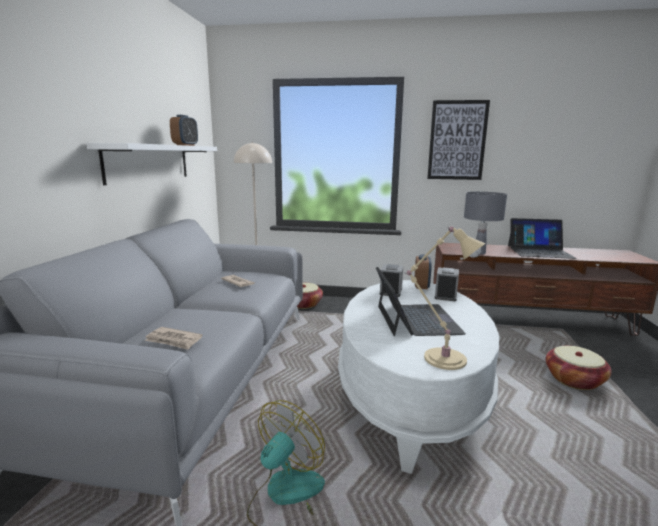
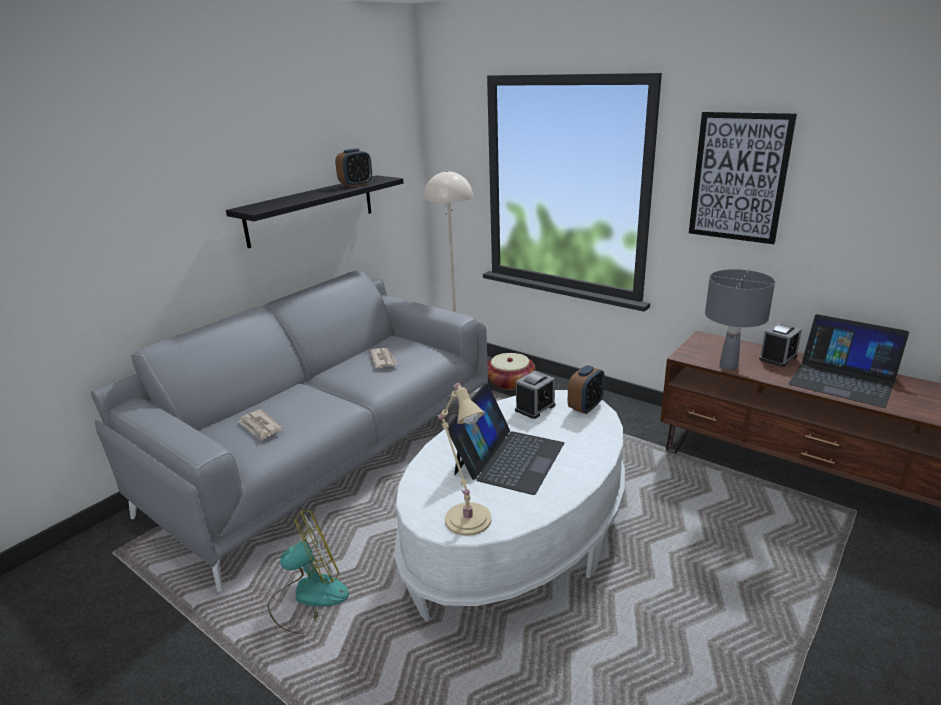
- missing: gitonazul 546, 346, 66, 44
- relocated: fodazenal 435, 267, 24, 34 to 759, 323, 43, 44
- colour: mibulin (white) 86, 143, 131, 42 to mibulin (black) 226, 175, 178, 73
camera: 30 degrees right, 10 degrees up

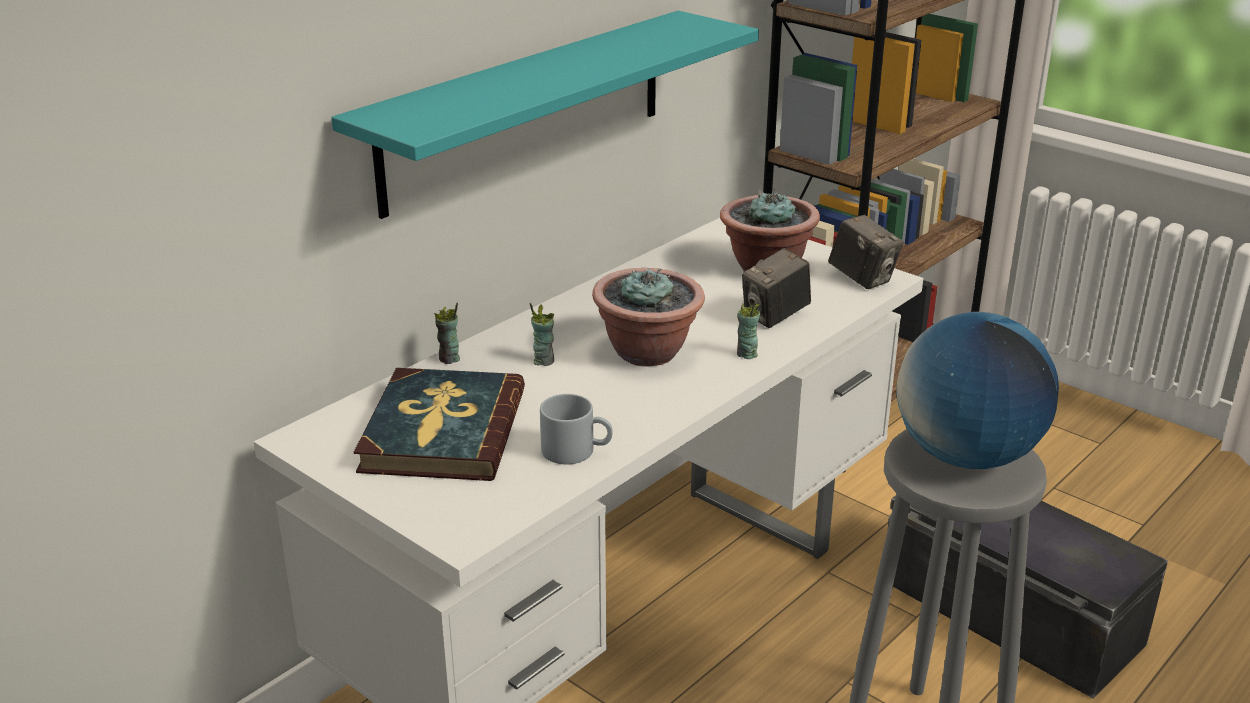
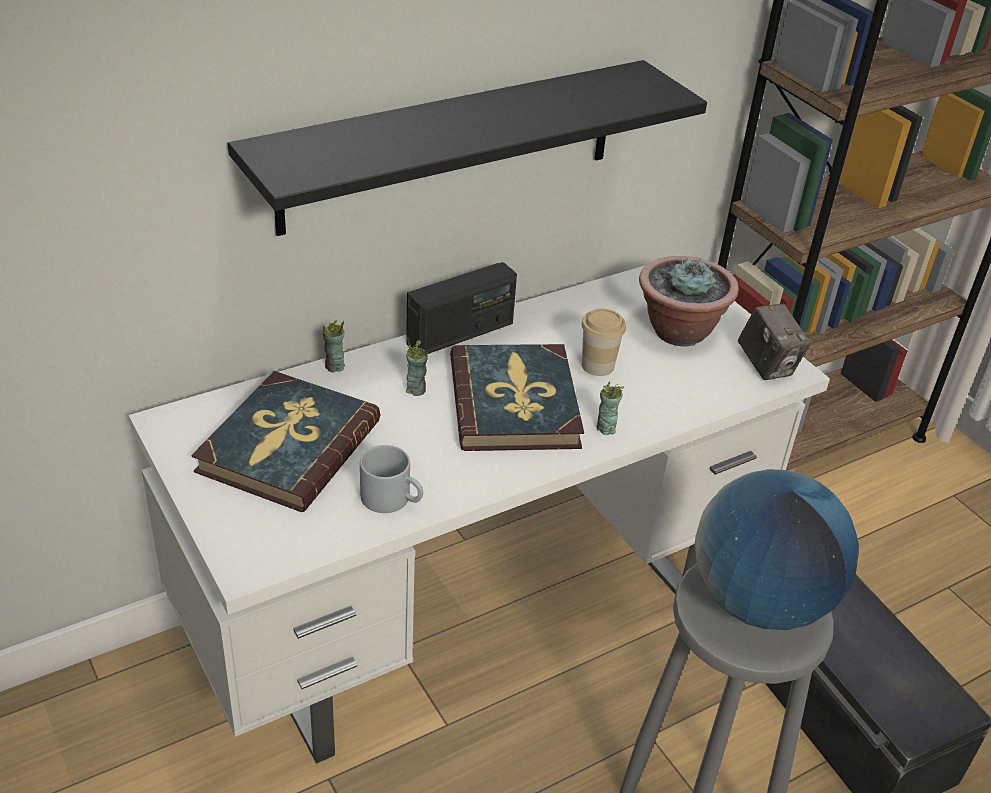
- missing: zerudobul 742, 248, 69, 80
- appeared: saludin 406, 262, 111, 92
- appeared: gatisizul 581, 308, 45, 68
- exchanged: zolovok 592, 268, 113, 99 to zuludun 450, 344, 134, 107
- colour: mibulin (turquoise) 331, 11, 428, 208 to mibulin (black) 228, 60, 479, 176
camera: 15 degrees right, 10 degrees up

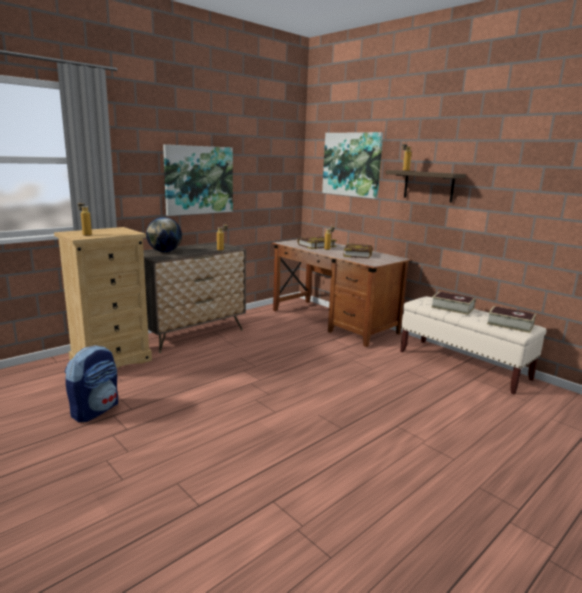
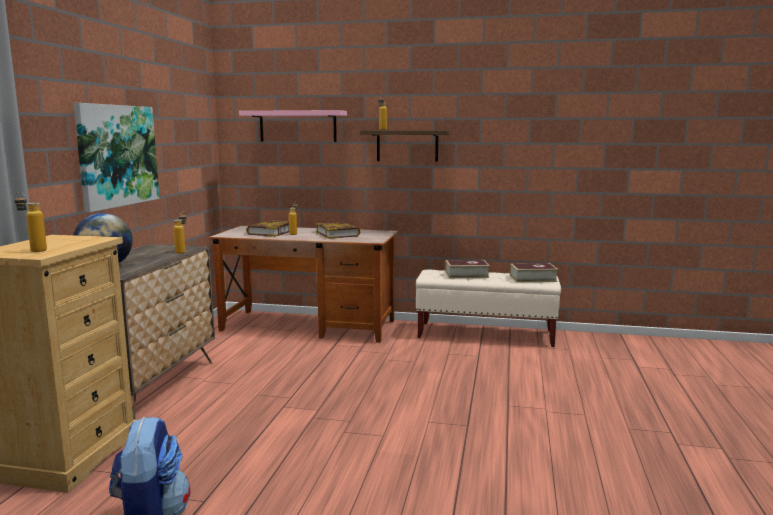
- exchanged: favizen 322, 132, 61, 67 to mibulin (pink) 239, 110, 108, 32
camera: 35 degrees left, 5 degrees down

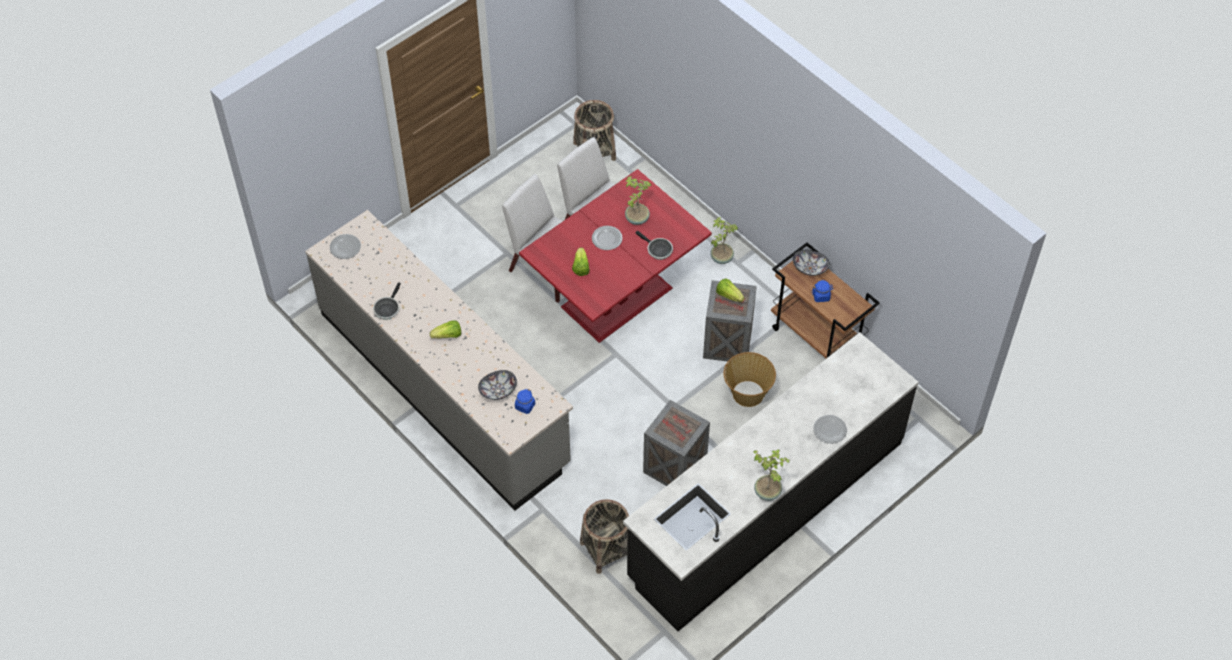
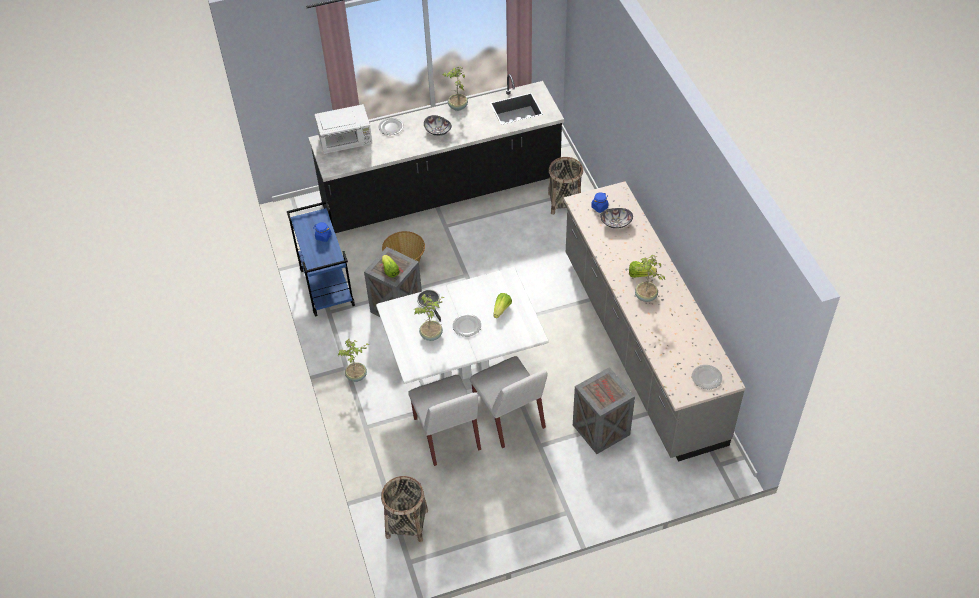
- missing: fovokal 373, 282, 28, 38
- appeared: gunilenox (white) 315, 104, 57, 50
- appeared: zolovok 634, 255, 31, 47
- relocated: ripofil 643, 400, 67, 86 to 573, 367, 62, 87
- relocated: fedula 793, 250, 37, 26 to 424, 115, 28, 21
- colour: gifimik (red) 519, 169, 193, 174 to gifimik (white) 376, 267, 173, 127
- colour: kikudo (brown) 771, 242, 109, 116 to kikudo (blue) 287, 201, 68, 116
camera: 155 degrees left, 5 degrees down

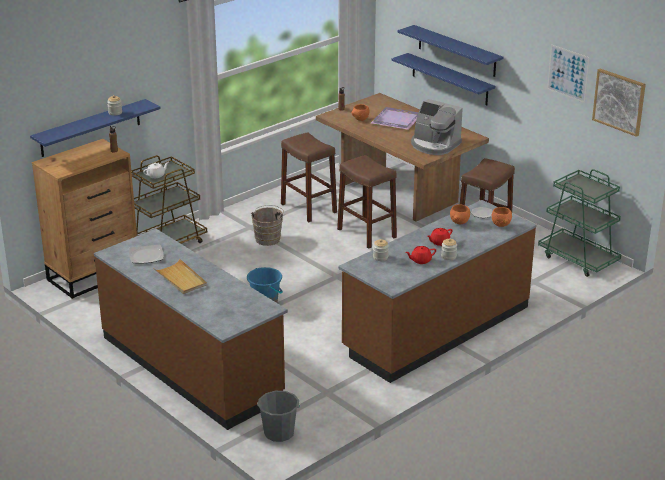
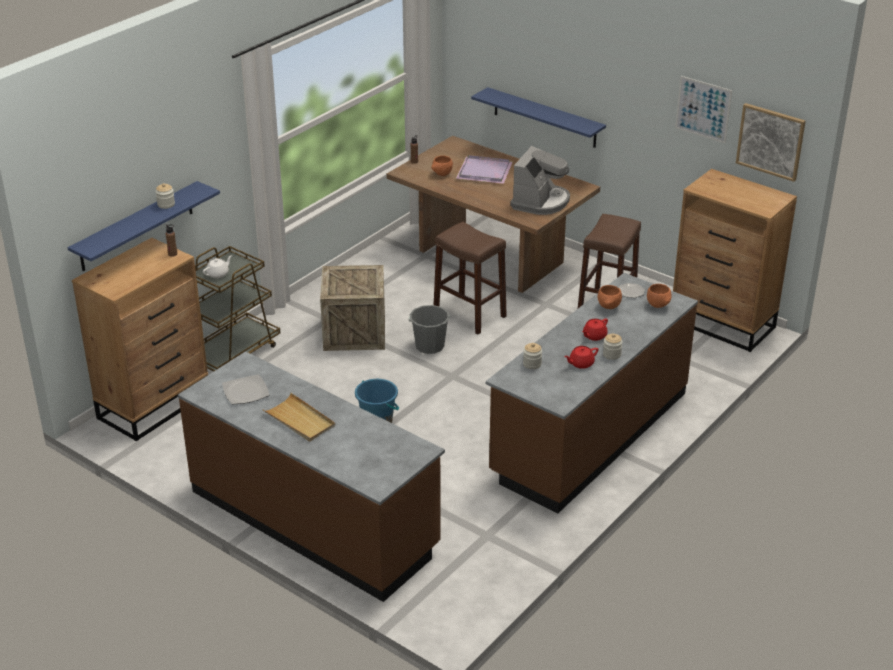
- missing: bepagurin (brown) 281, 133, 56, 89
- missing: mibulin (blue) 398, 25, 105, 52
- relocated: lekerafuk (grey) 257, 391, 43, 51 to 409, 305, 41, 49
- exchanged: lekerafuk (brown) 251, 205, 33, 41 to ripofil 320, 265, 65, 86
- exchanged: kikudo (green) 538, 169, 83, 108 to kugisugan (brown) 673, 169, 124, 183
- spun: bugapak 411, 99, 52, 56 = 510, 146, 60, 69 90 degrees counterclockwise
camera: 10 degrees left, 5 degrees up

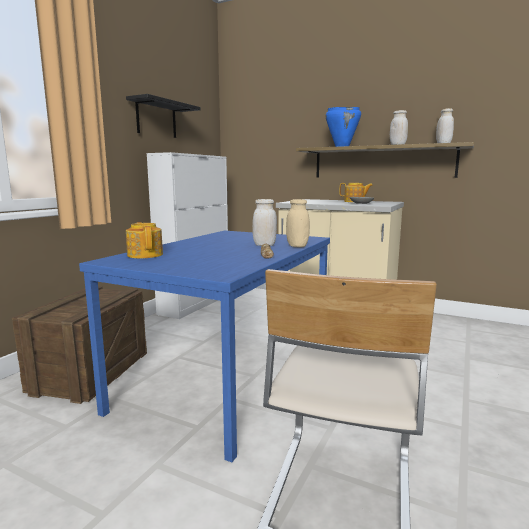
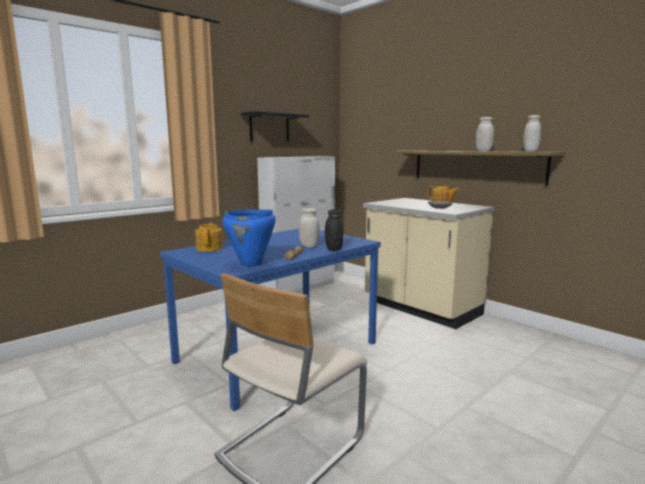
- missing: ripofil 12, 286, 135, 118
- relocated: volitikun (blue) 326, 107, 35, 40 to 222, 210, 54, 57
- colour: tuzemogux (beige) 286, 199, 24, 48 to tuzemogux (black) 325, 210, 18, 41
camera: 20 degrees right, 0 degrees up

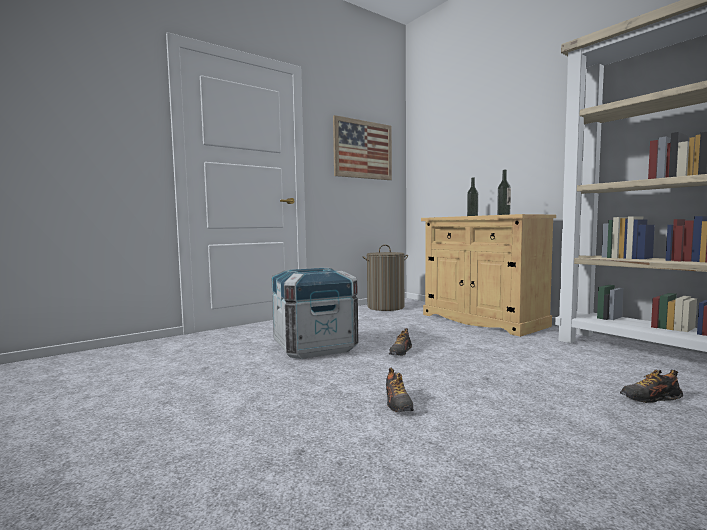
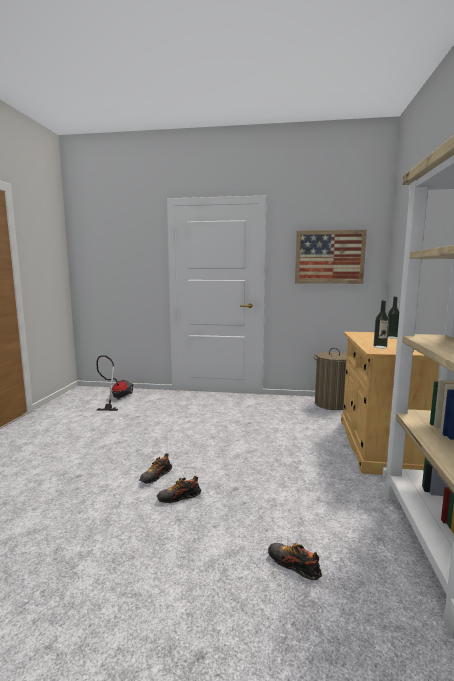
- missing: ripofil 272, 268, 86, 91
- appeared: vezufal 96, 355, 38, 56
- relocated: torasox 389, 328, 23, 28 to 157, 476, 44, 27
camera: 45 degrees right, 5 degrees up

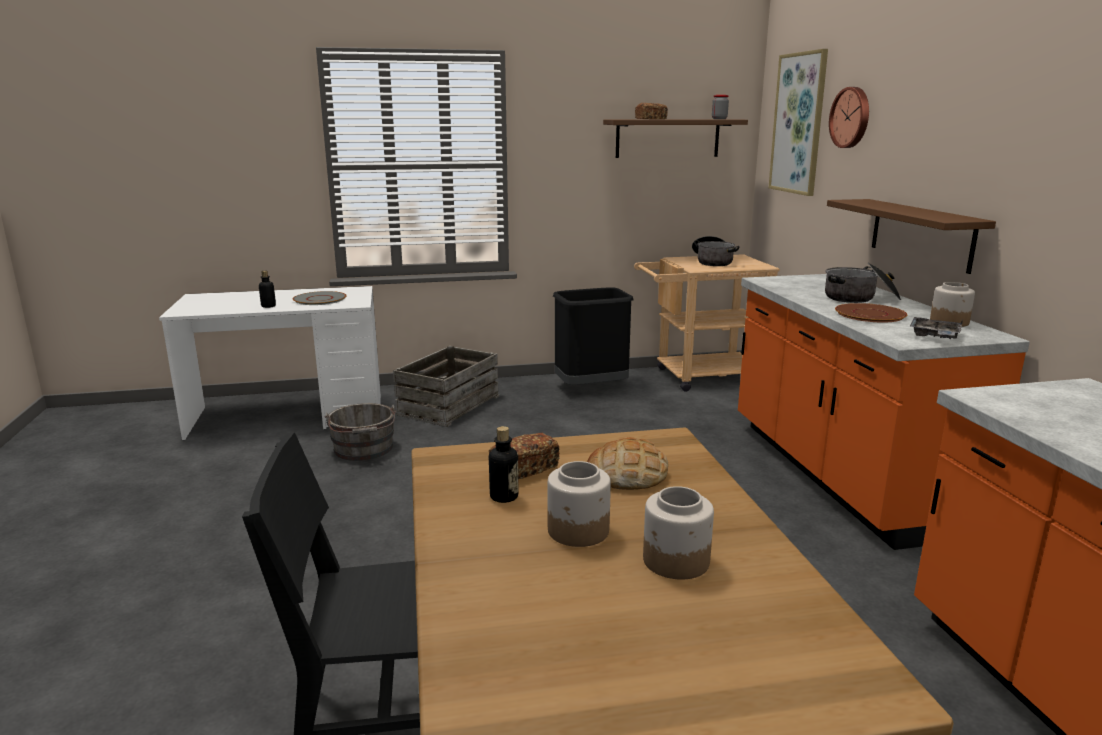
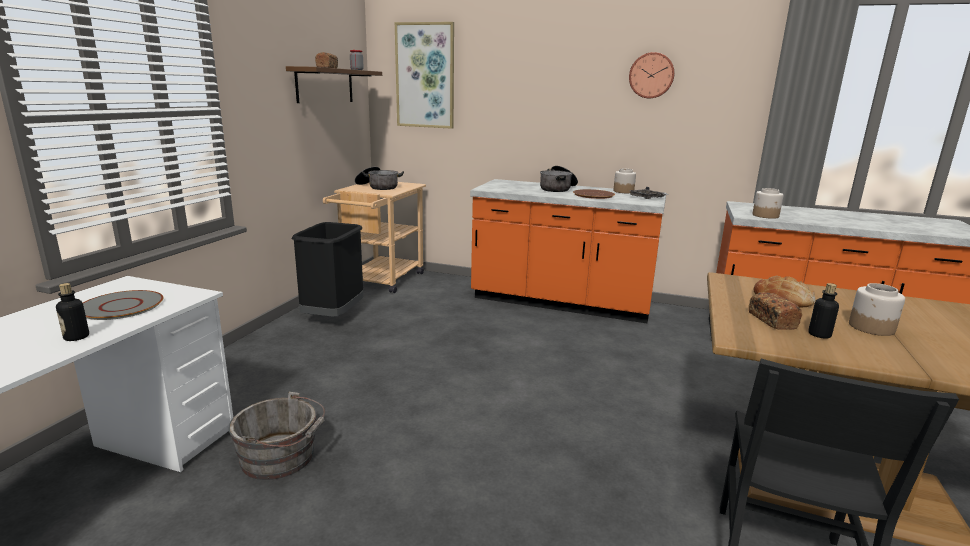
- missing: ripofil 393, 346, 106, 81
- missing: mibulin (brown) 827, 199, 169, 75
- relocated: tuzemogux 643, 486, 71, 94 to 752, 188, 32, 31
- relocated: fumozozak 829, 87, 40, 61 to 629, 52, 45, 46
camera: 60 degrees left, 0 degrees up

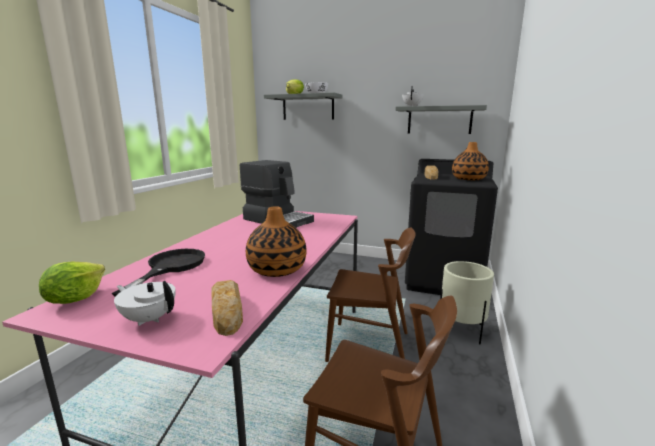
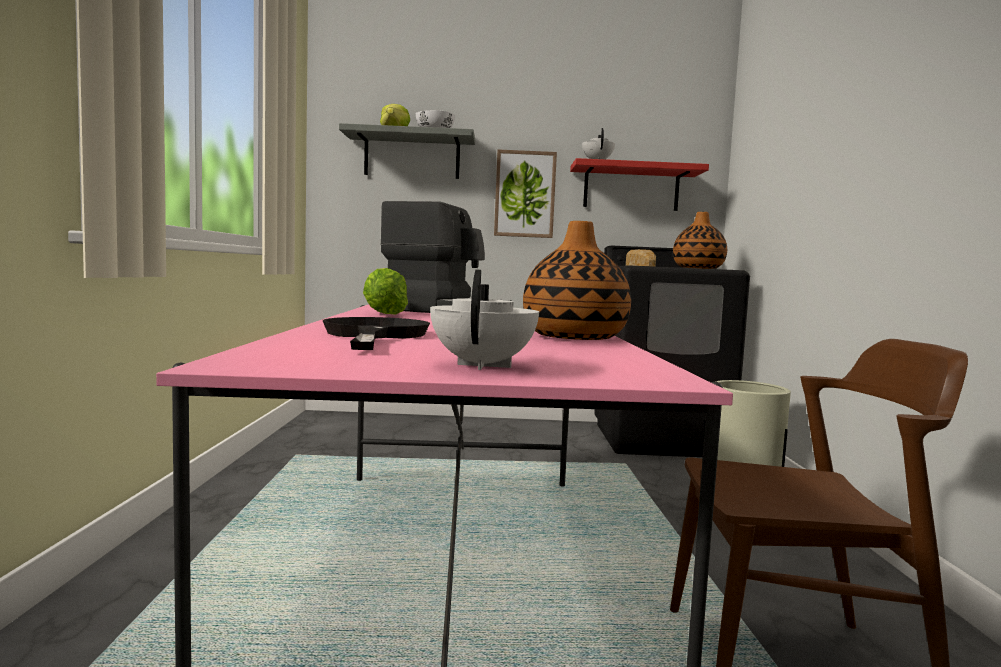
- missing: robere 211, 280, 32, 56
- missing: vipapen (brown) 325, 228, 91, 134
- appeared: favizen 494, 149, 63, 89
- relocated: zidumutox 39, 262, 66, 42 to 363, 268, 45, 47
- colour: mibulin (grey) 395, 105, 92, 29 to mibulin (red) 570, 158, 139, 53
- spun: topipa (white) 114, 281, 62, 45 = 430, 270, 109, 100 90 degrees clockwise
camera: 20 degrees left, 10 degrees down

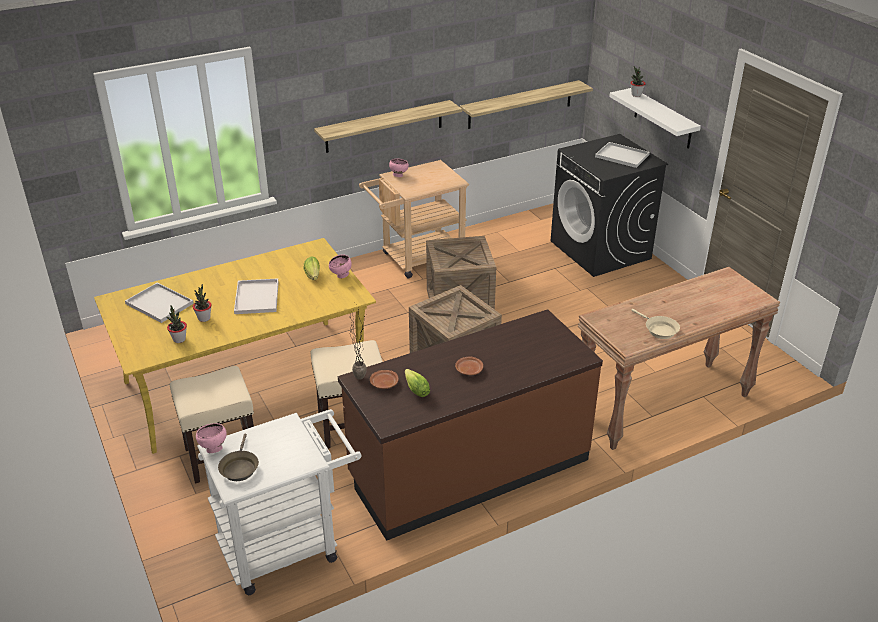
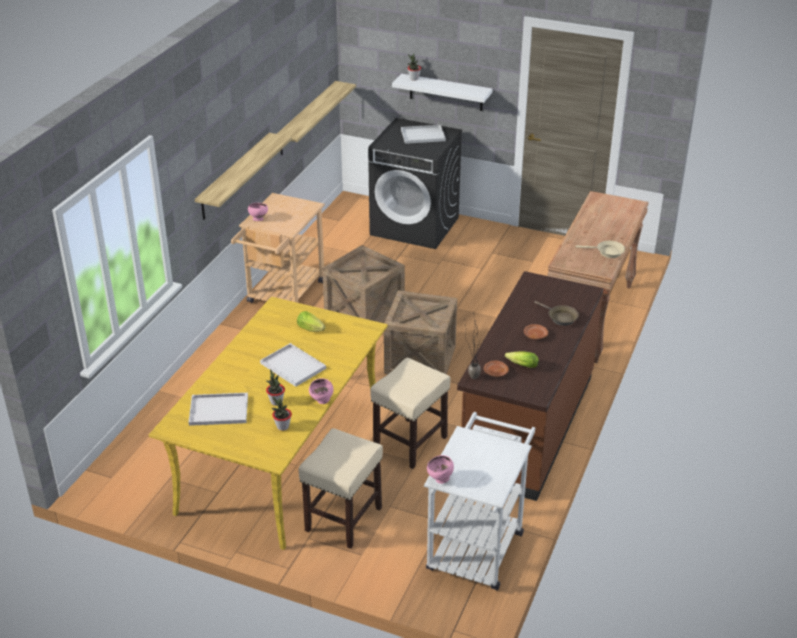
- relocated: fovokal (brown) 218, 433, 41, 48 to 534, 301, 45, 25
- relocated: fedula (pink) 329, 255, 23, 23 to 309, 378, 25, 26
camera: 40 degrees left, 0 degrees up

